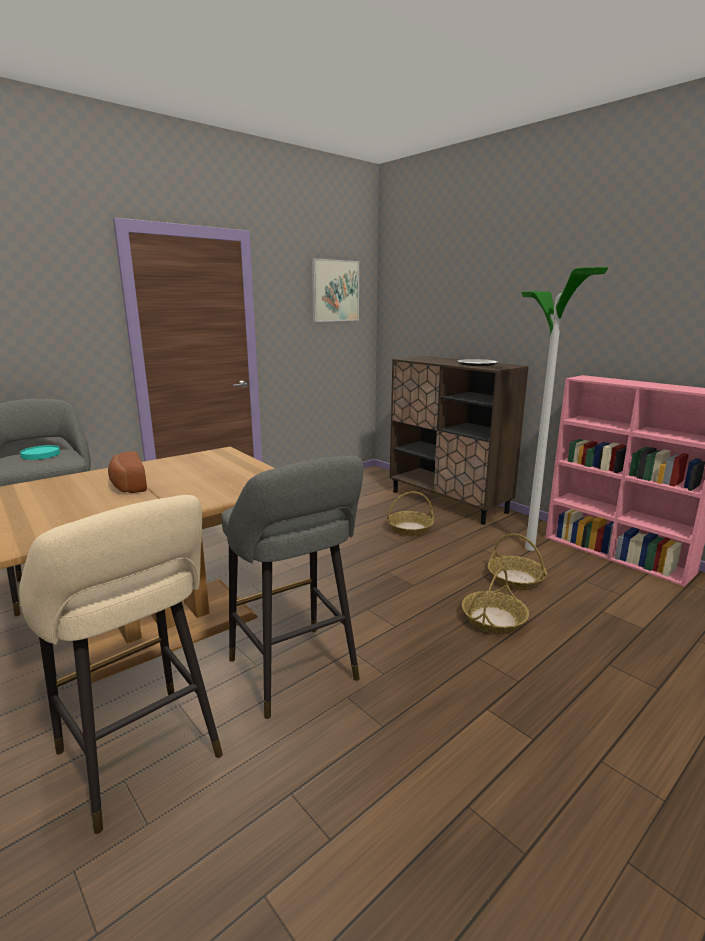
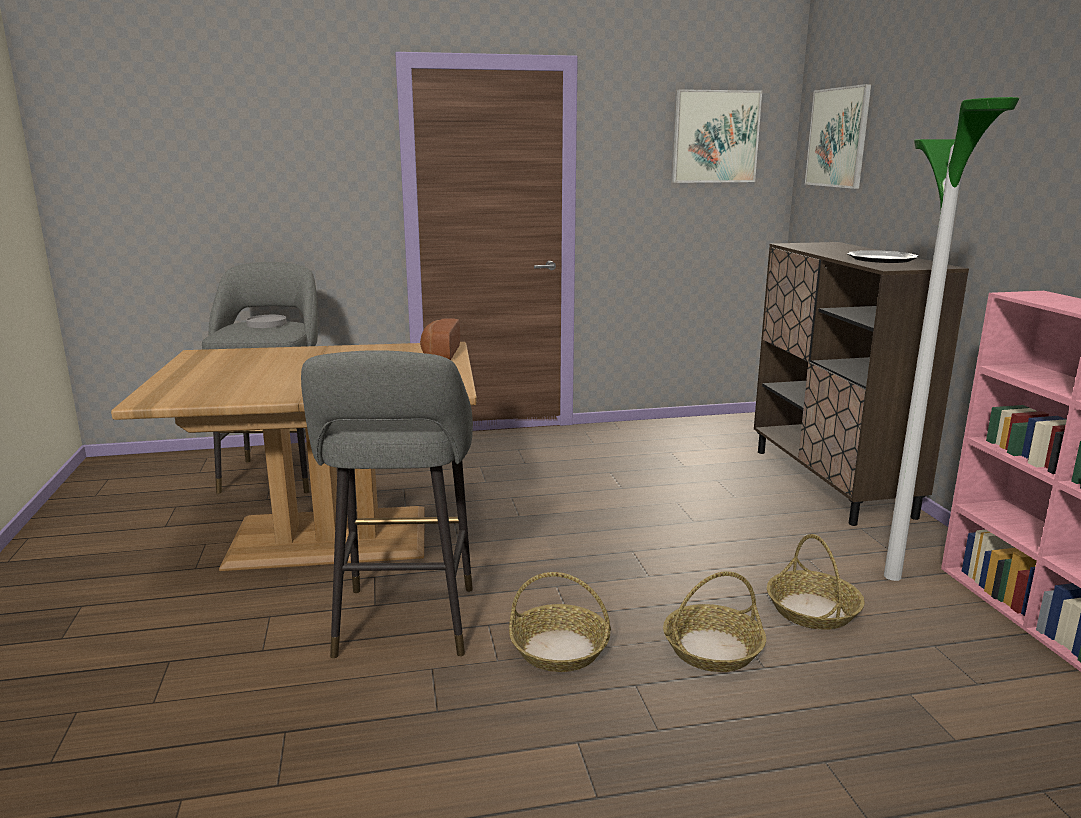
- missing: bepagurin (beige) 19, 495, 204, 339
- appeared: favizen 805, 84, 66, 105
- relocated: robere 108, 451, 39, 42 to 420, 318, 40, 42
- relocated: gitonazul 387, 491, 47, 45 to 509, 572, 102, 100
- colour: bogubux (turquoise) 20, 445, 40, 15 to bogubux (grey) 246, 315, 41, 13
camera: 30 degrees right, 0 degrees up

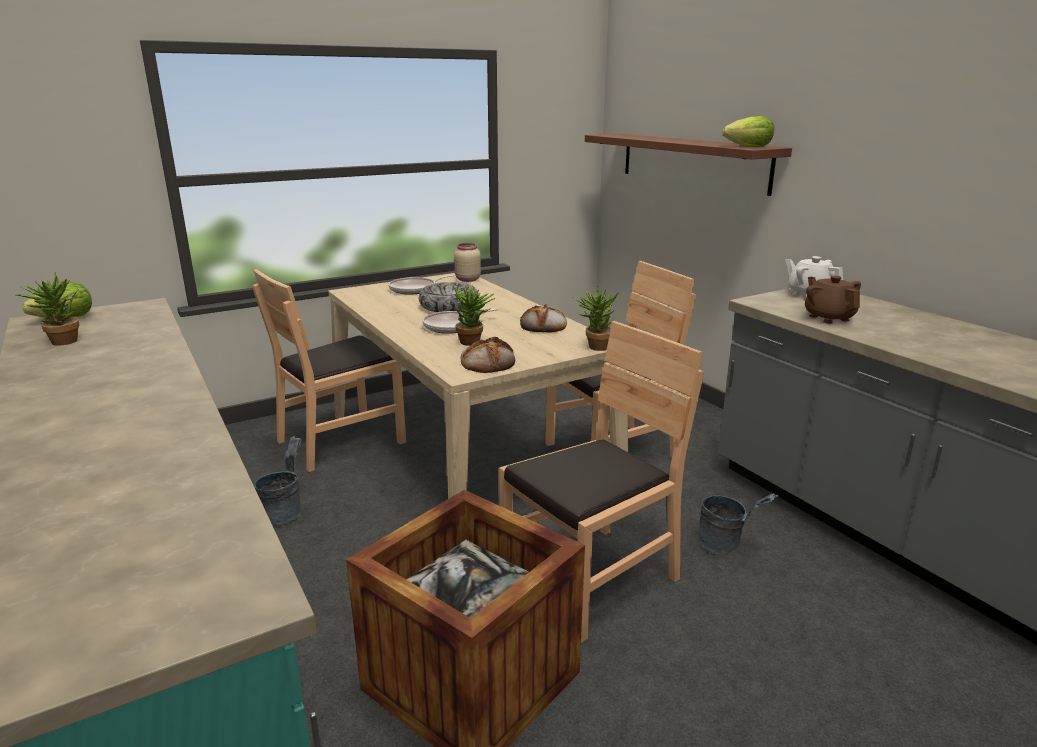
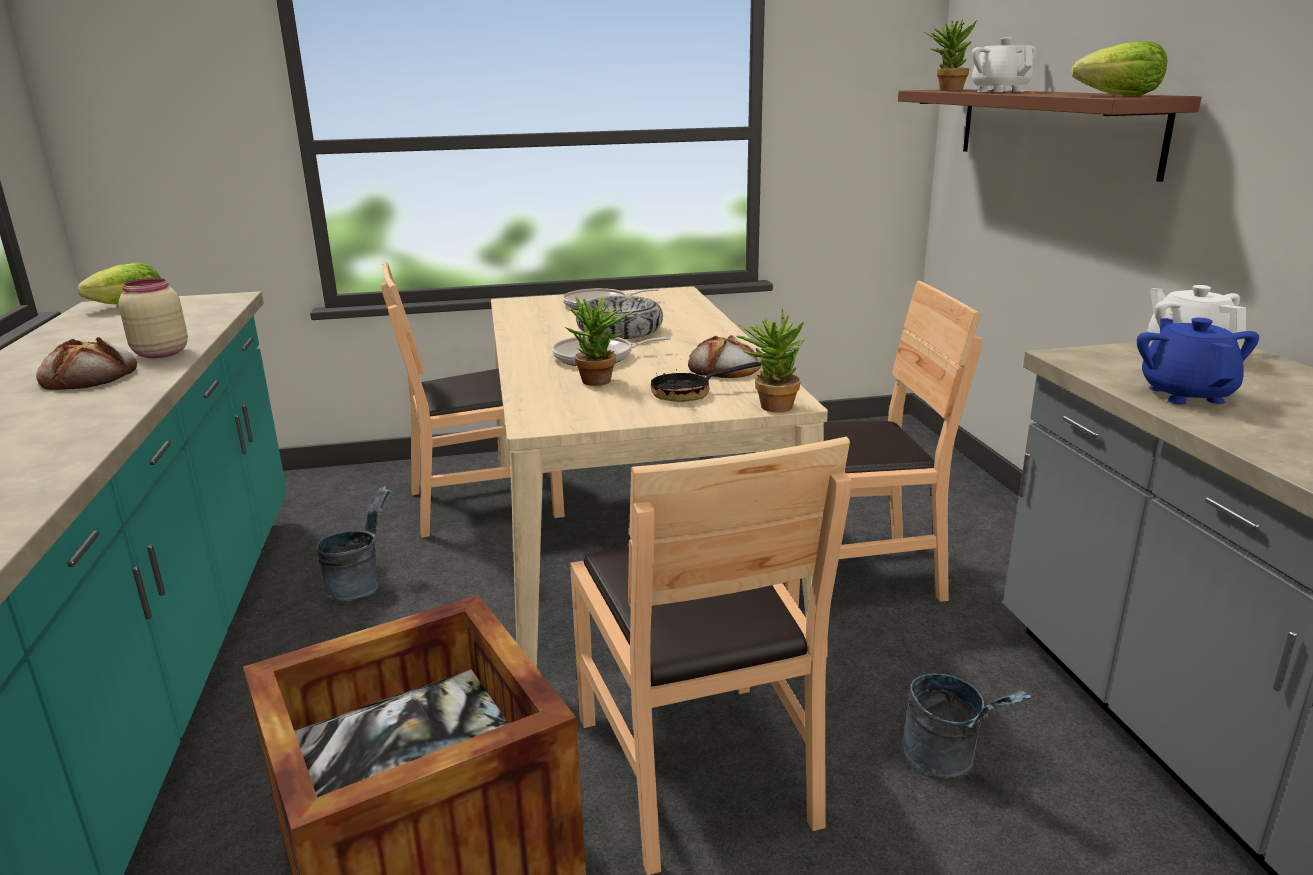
- appeared: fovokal 651, 362, 110, 40
- appeared: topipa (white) 972, 37, 64, 55
- relocated: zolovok 14, 271, 65, 74 to 924, 20, 53, 71
- relocated: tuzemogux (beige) 454, 243, 27, 39 to 119, 278, 69, 80
- relocated: robere 461, 337, 54, 36 to 36, 337, 101, 53
- colour: topipa (brown) 805, 276, 56, 48 to topipa (blue) 1137, 318, 122, 86
- spun: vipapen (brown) 499, 321, 204, 322 = 570, 437, 281, 438 90 degrees clockwise
camera: 20 degrees right, 0 degrees up

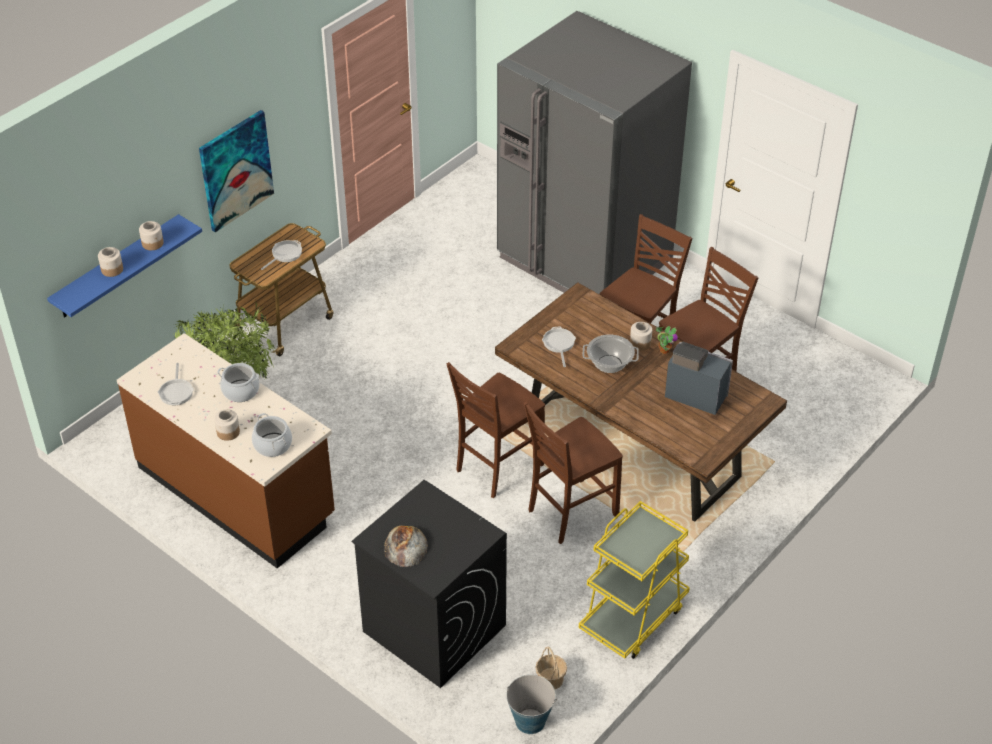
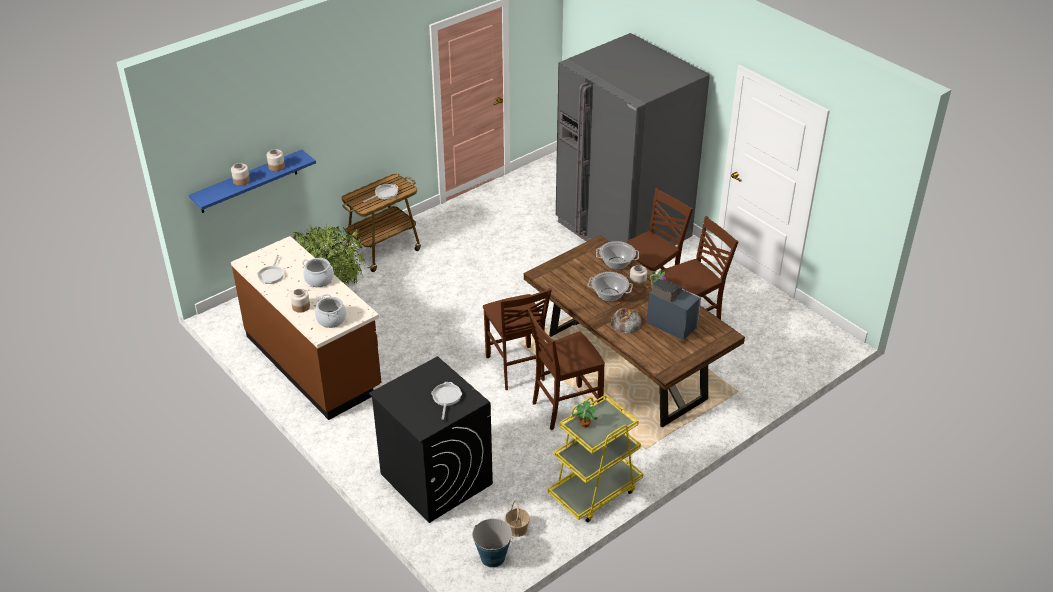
- missing: favizen 199, 110, 75, 122
- appeared: zolovok 571, 400, 29, 28
- appeared: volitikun 596, 241, 43, 29
- relocated: robere 384, 526, 44, 41 to 611, 308, 31, 26
- relocated: fovokal 542, 327, 34, 40 to 431, 382, 31, 38
- spun: vipapen (brown) 447, 362, 98, 136 = 483, 288, 69, 102 75 degrees counterclockwise
camera: 10 degrees right, 5 degrees down

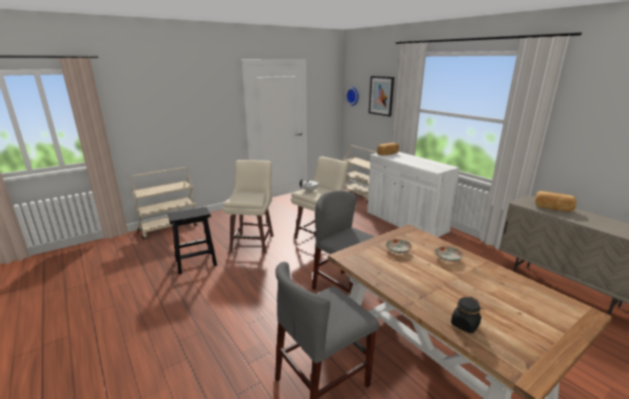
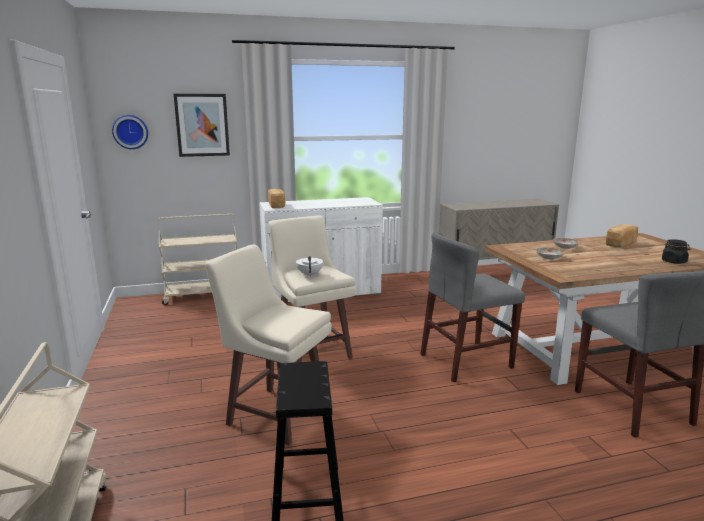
- relocated: robere 535, 191, 41, 21 to 606, 224, 32, 23
camera: 70 degrees left, 5 degrees down

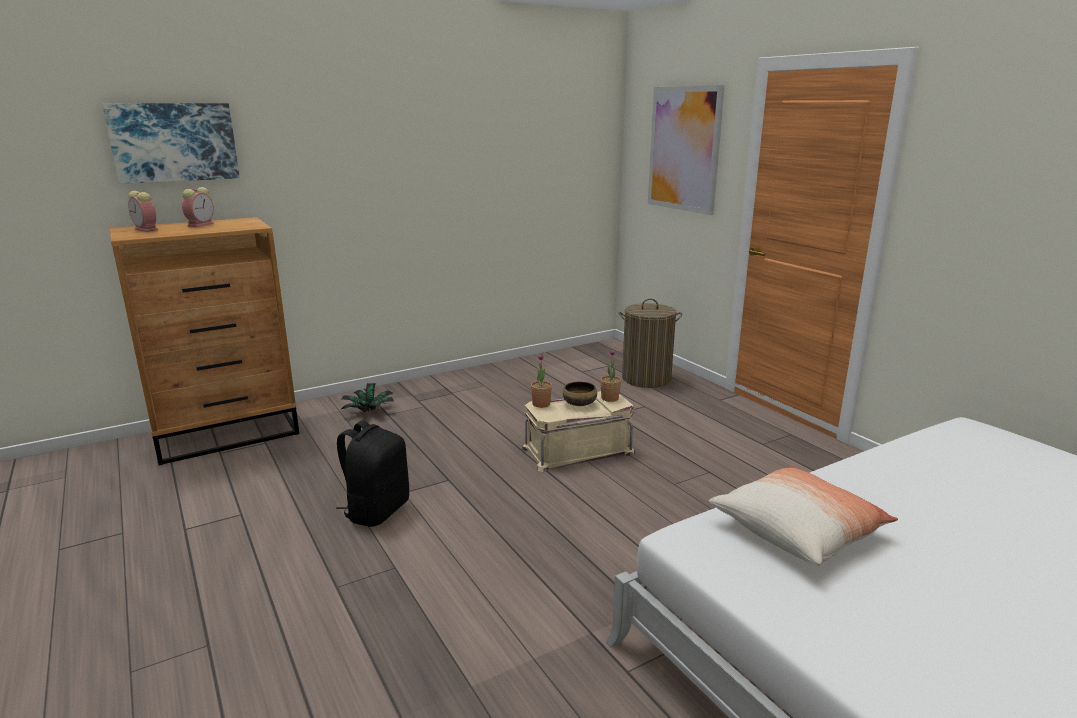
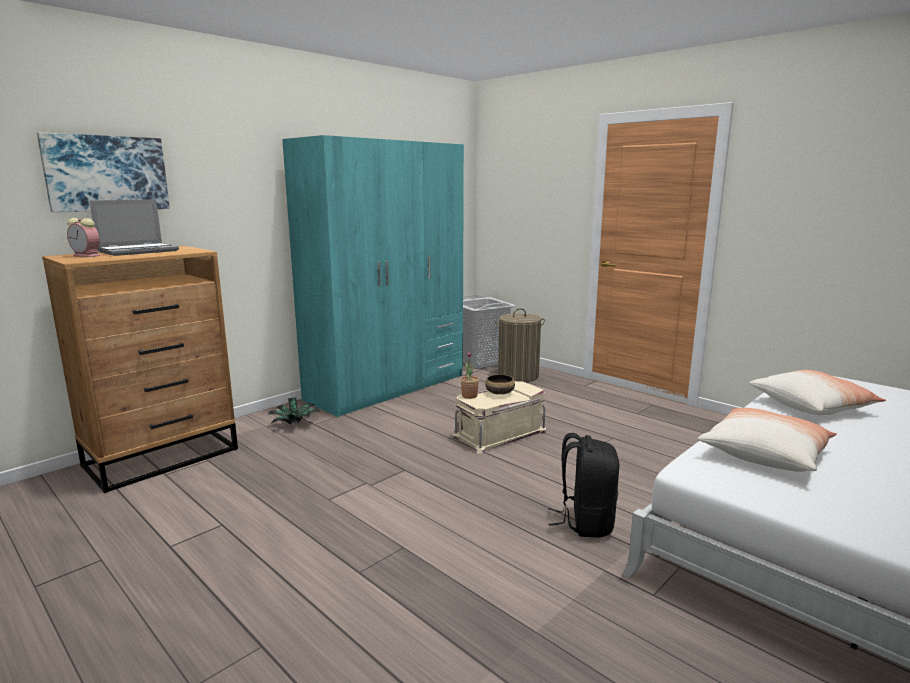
- missing: zolovok 600, 349, 21, 53
- missing: favizen 648, 85, 77, 130
- appeared: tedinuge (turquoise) 282, 135, 182, 282
- appeared: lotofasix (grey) 463, 295, 52, 74
- appeared: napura 749, 370, 137, 45
- relocated: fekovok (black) 336, 420, 73, 107 to 549, 433, 70, 105
- exchanged: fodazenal 182, 187, 32, 40 to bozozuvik 89, 199, 90, 57
camera: 15 degrees left, 5 degrees down

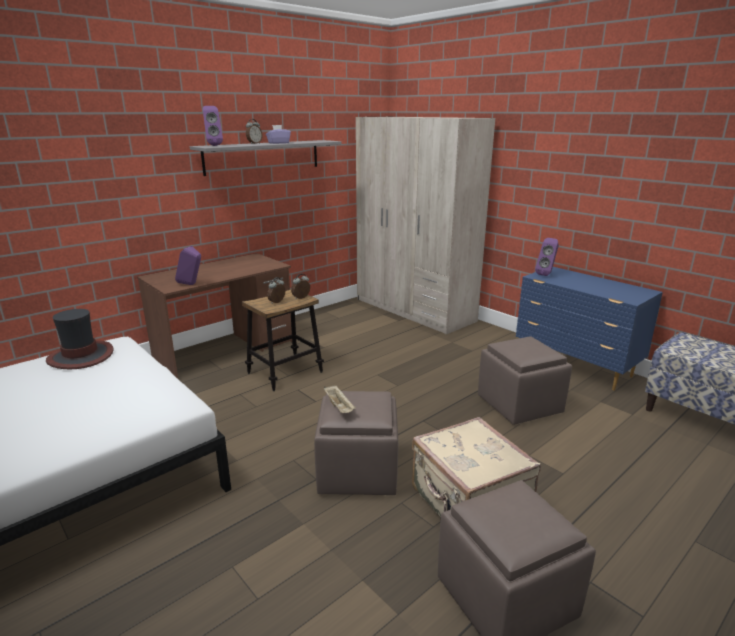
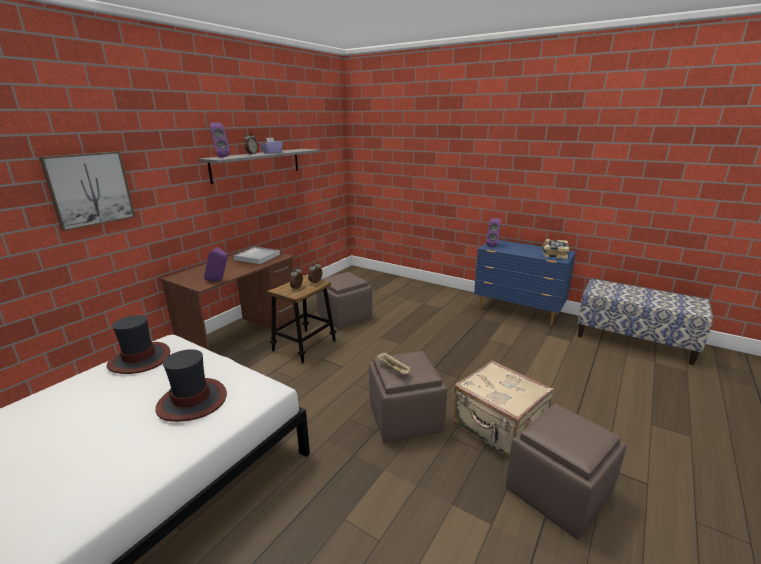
- missing: tedinuge (beige) 356, 117, 139, 218
- appeared: favizen 39, 151, 96, 80
- appeared: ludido 155, 349, 72, 73
- appeared: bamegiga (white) 233, 247, 47, 17
- appeared: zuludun 543, 239, 26, 20
- relocated: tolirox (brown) 478, 336, 94, 89 to 316, 272, 56, 57
camera: 15 degrees left, 0 degrees up

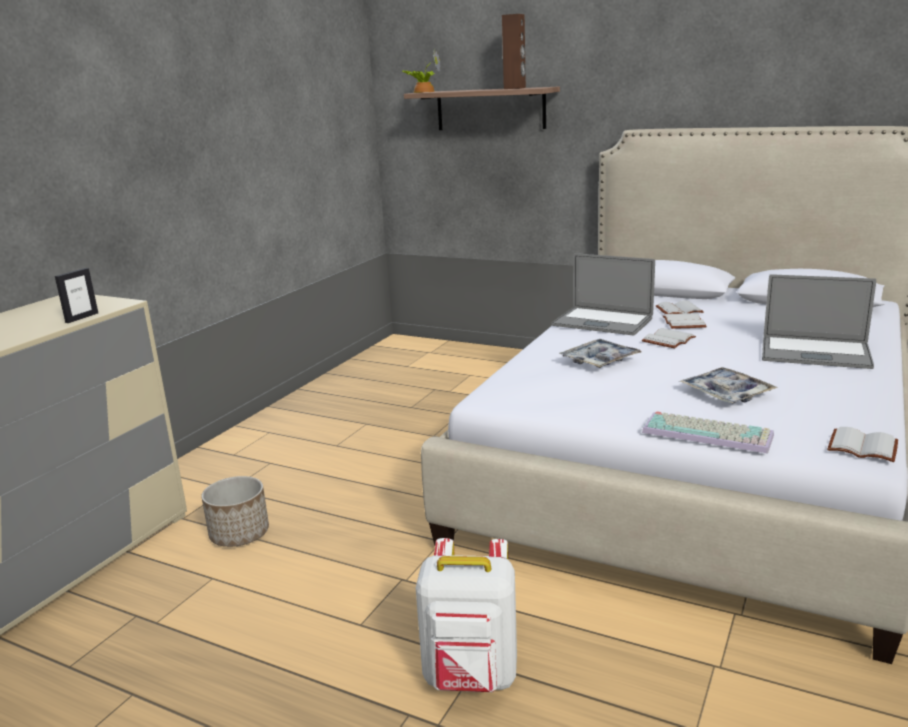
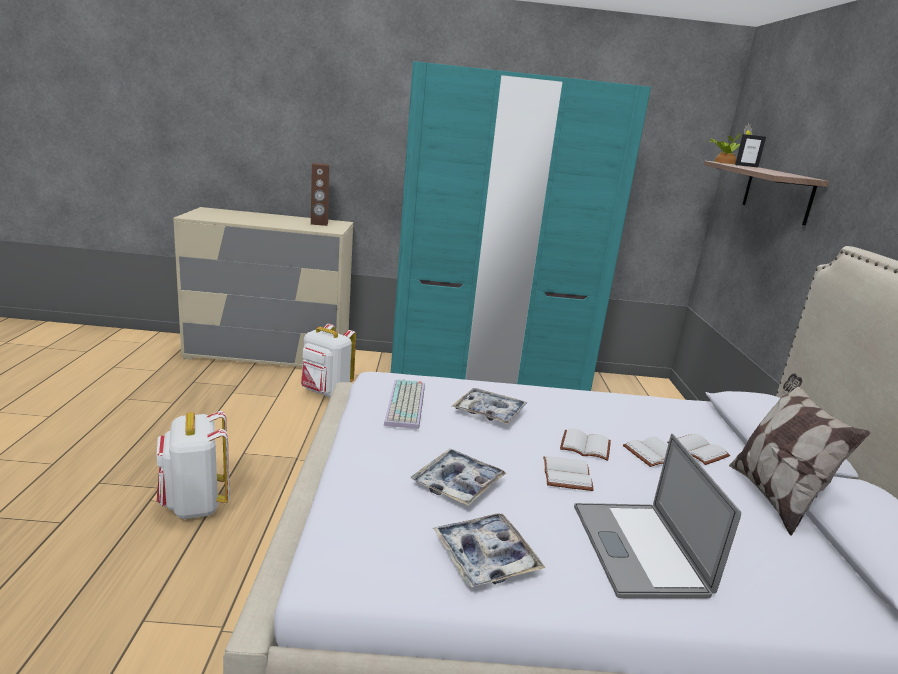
- missing: bozozuvik 552, 253, 103, 83
- appeared: tedinuge (turquoise) 391, 61, 260, 330
- appeared: bamegiga 433, 513, 113, 74
- appeared: napura 729, 374, 141, 162
- relocated: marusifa 55, 268, 43, 55 to 735, 134, 31, 33
- relocated: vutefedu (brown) 502, 14, 24, 75 to 311, 163, 18, 63
- relocated: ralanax 642, 411, 132, 43 to 384, 379, 41, 50
- relocated: zuludun (white) 827, 427, 71, 35 to 543, 456, 51, 35
- exchanged: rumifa 201, 476, 68, 71 to fekovok (white) 301, 324, 55, 74
camera: 60 degrees right, 0 degrees up

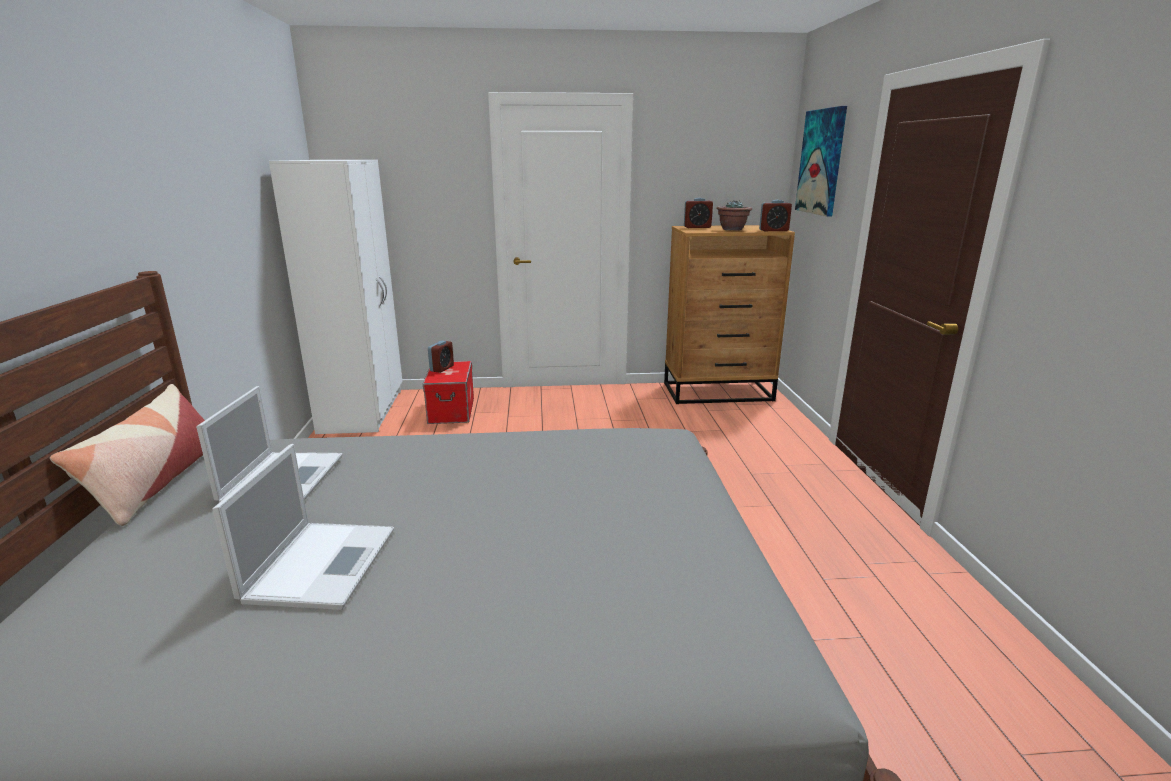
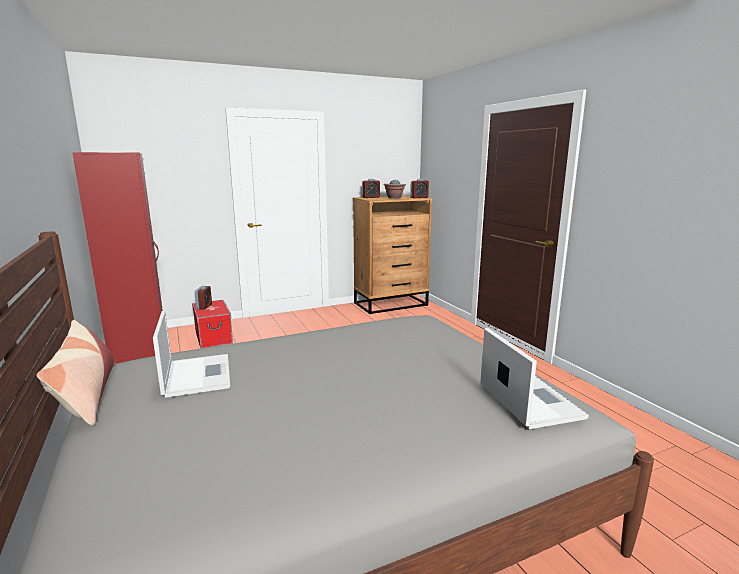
- missing: favizen 795, 106, 52, 110
- relocated: bozozuvik 212, 444, 182, 166 to 480, 328, 109, 101
- colour: tedinuge (white) 269, 160, 133, 274 to tedinuge (red) 72, 152, 91, 212
camera: 20 degrees left, 5 degrees down

